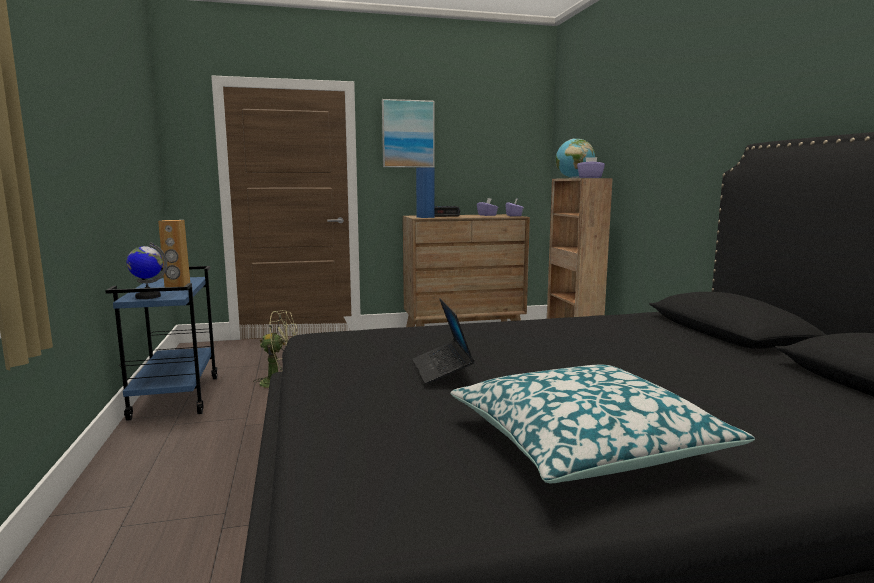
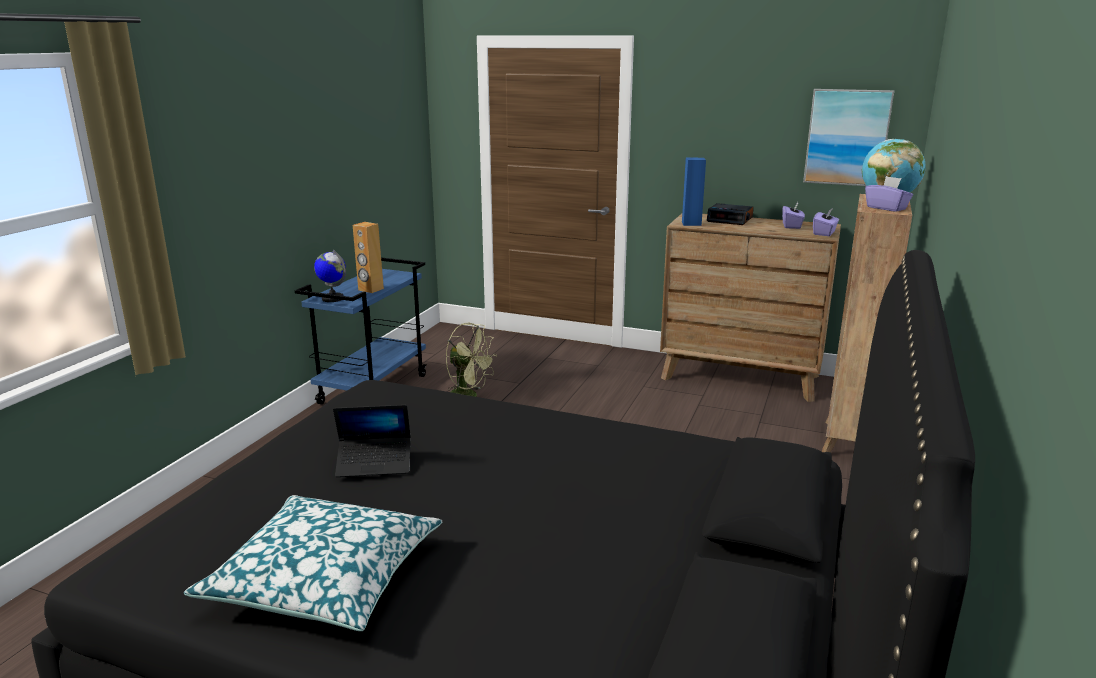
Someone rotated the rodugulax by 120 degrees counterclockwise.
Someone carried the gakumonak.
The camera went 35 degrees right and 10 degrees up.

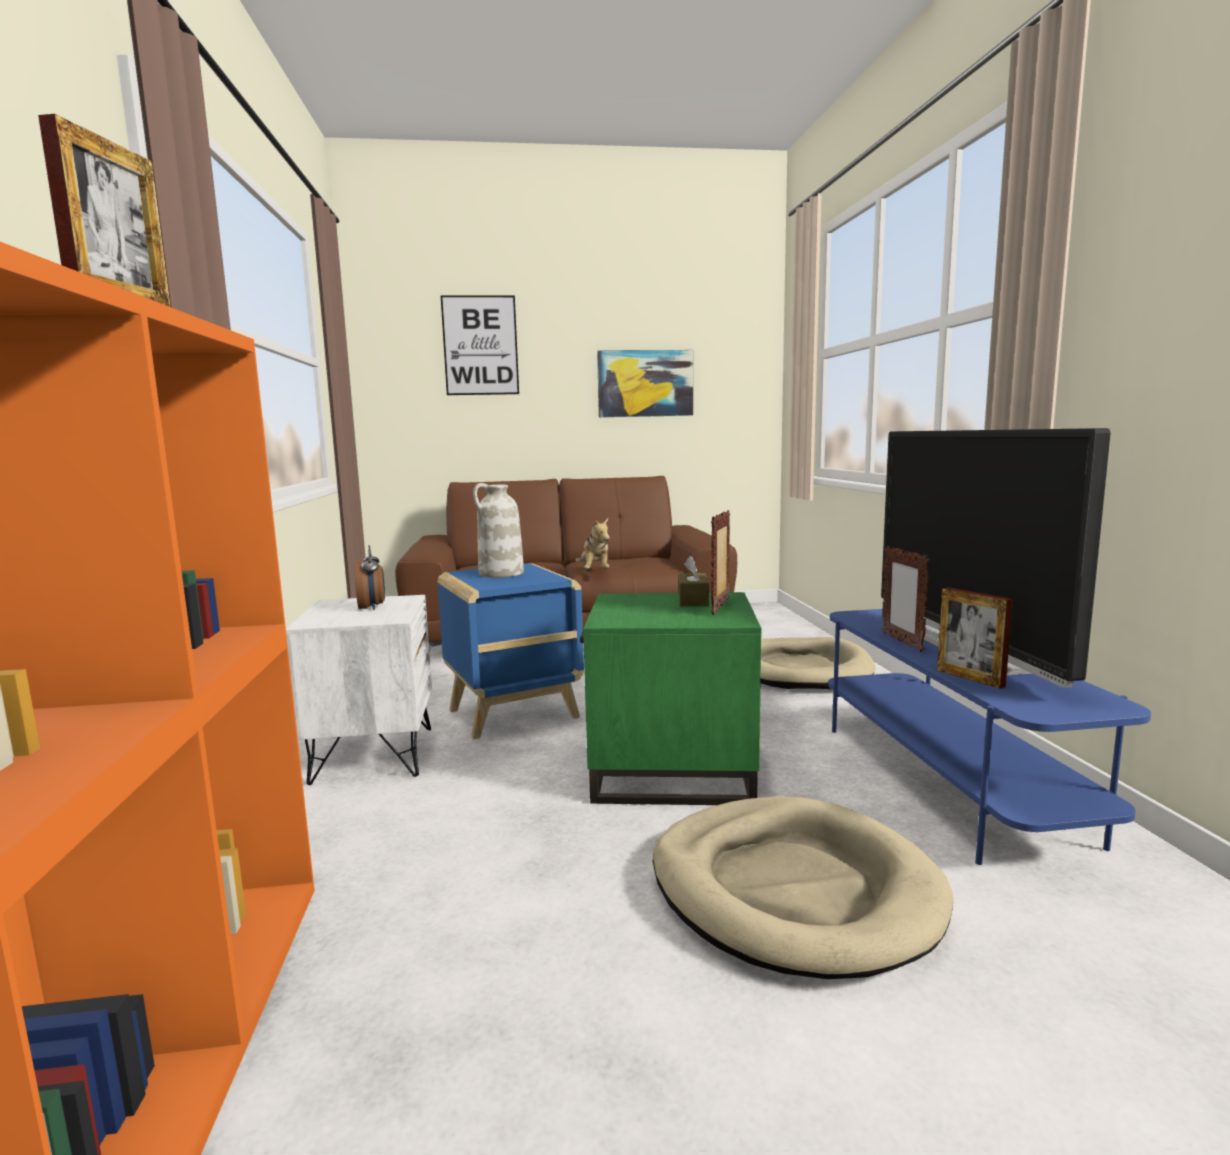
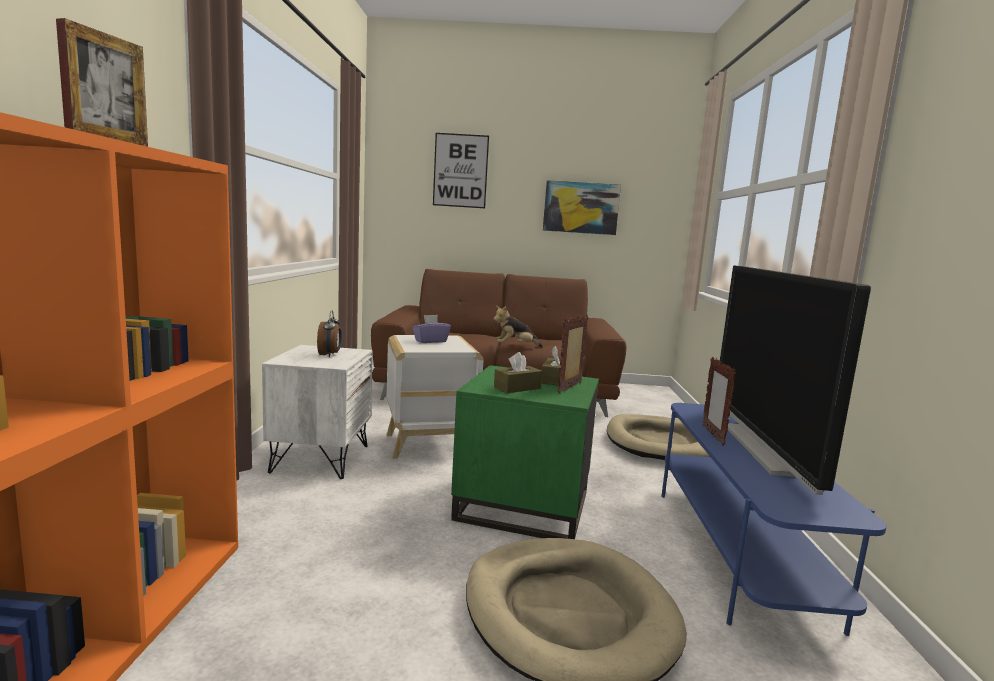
Someone repainted the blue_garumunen, which became the white_garumunen.
Someone swapped the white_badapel for the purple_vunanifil.
Someone rotated the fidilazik by 75 degrees clockwise.
Someone put down the brown_vunanifil (1st from left).
Someone took away the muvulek (4th from left).
The camera went 10 degrees right and 0 degrees up.

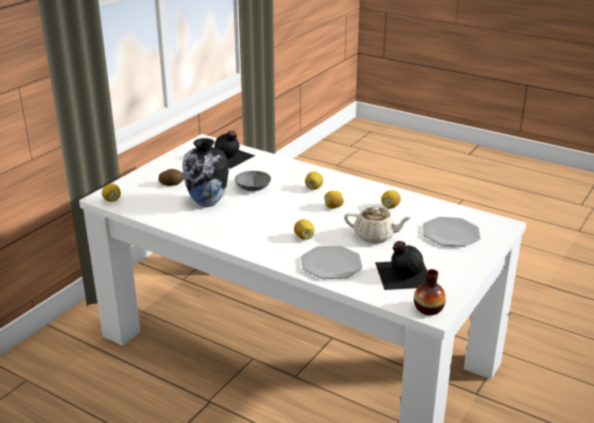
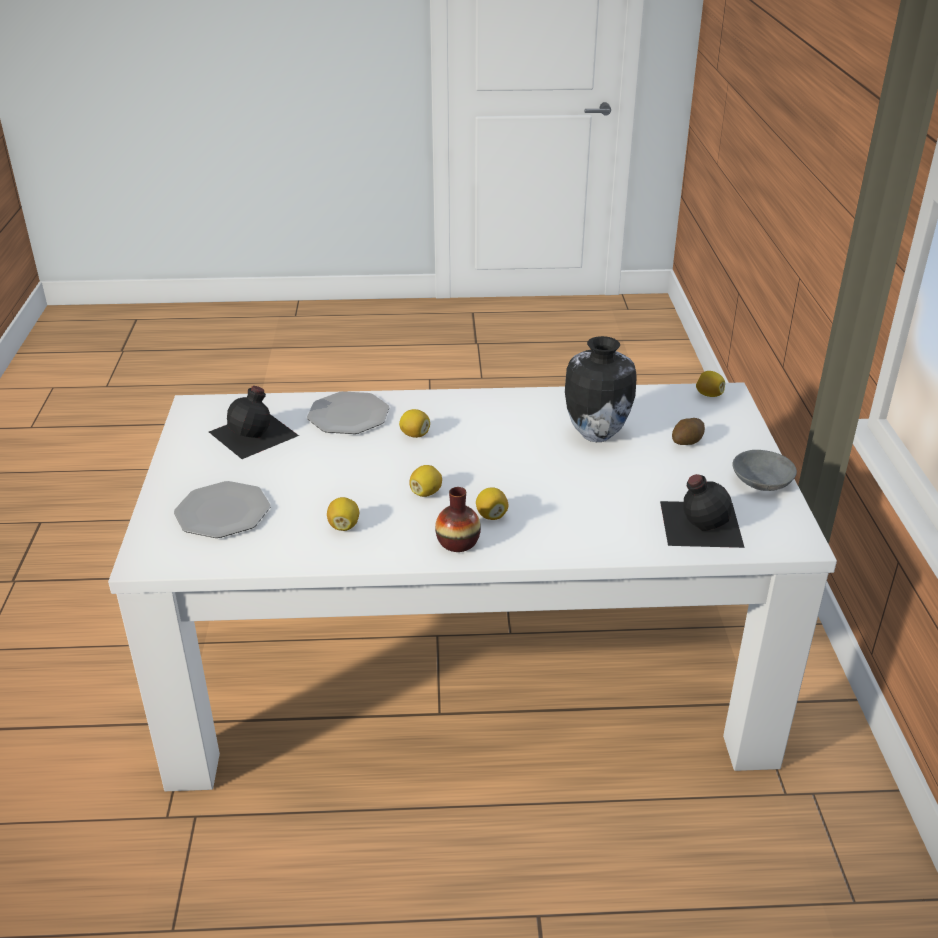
Someone carried the badapel (2nd from left in the first image).
Someone carried the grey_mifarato.
Someone took away the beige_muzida.
The camera went 145 degrees right and 5 degrees up.

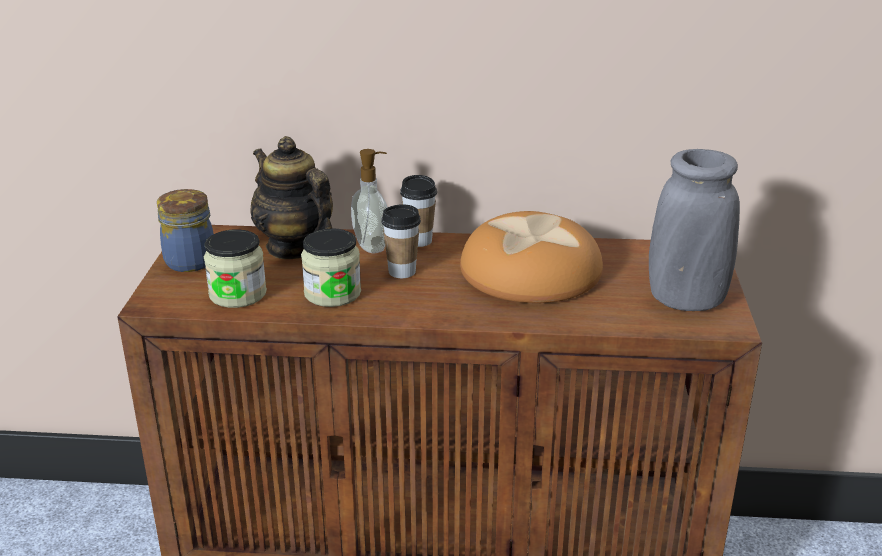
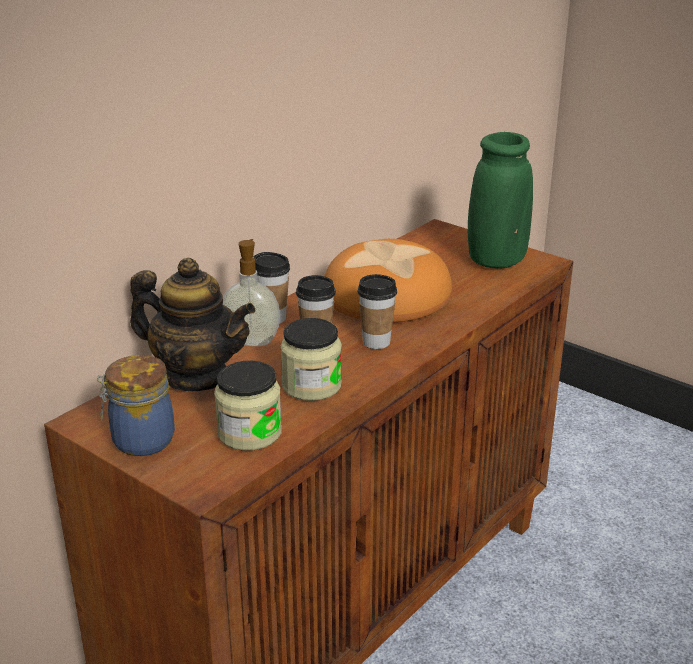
Someone rotated the muzida by 150 degrees counterclockwise.
Someone put down the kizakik (3rd from left).
Someone repainted the grey_badapel, which became the green_badapel.
The camera went 55 degrees left and 0 degrees up.

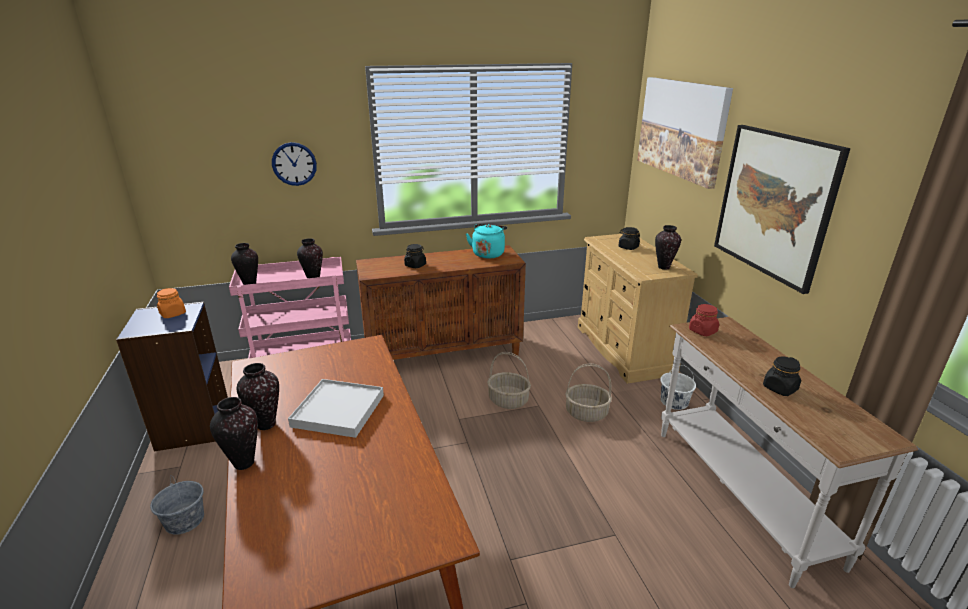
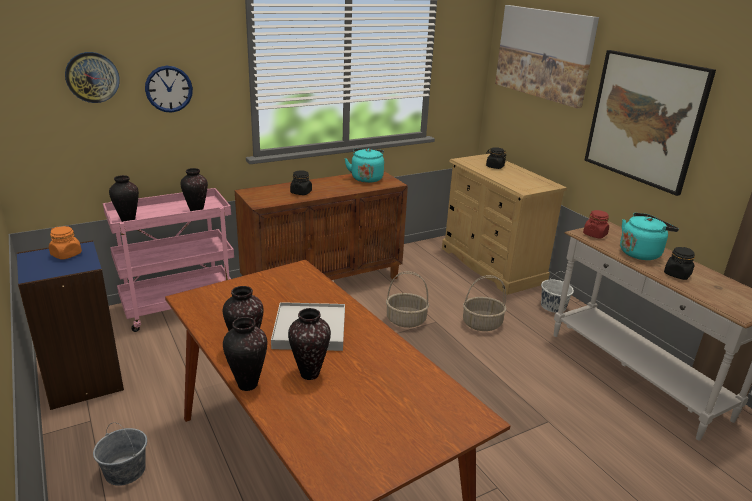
Someone put up the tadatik (1st from left).
Someone carried the badapel (5th from left).
Someone put down the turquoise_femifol (2nd from left).
The camera went 15 degrees left and 0 degrees up.

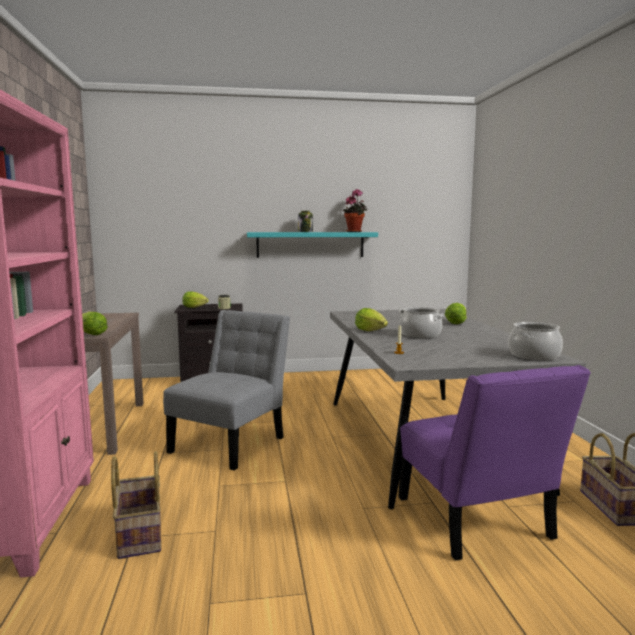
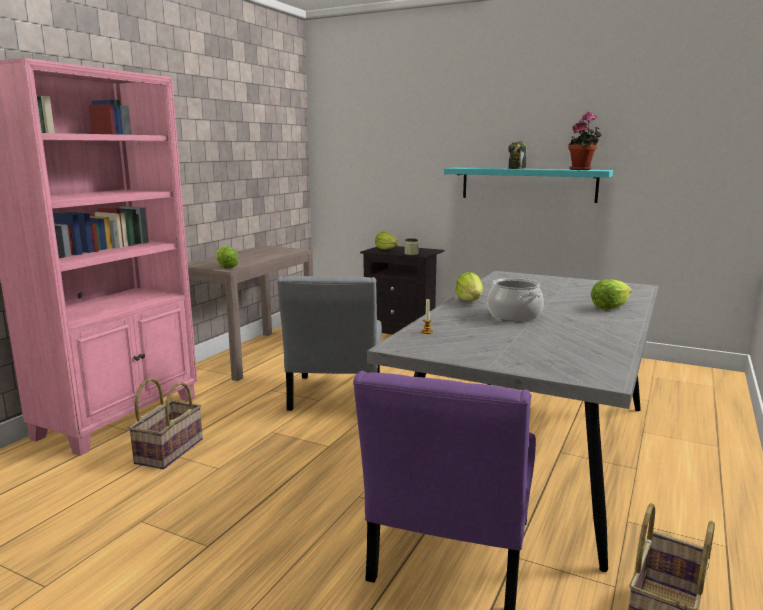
Someone rotated the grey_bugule by 120 degrees clockwise.
Someone took away the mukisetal (2nd from left).
The camera went 35 degrees right and 5 degrees up.

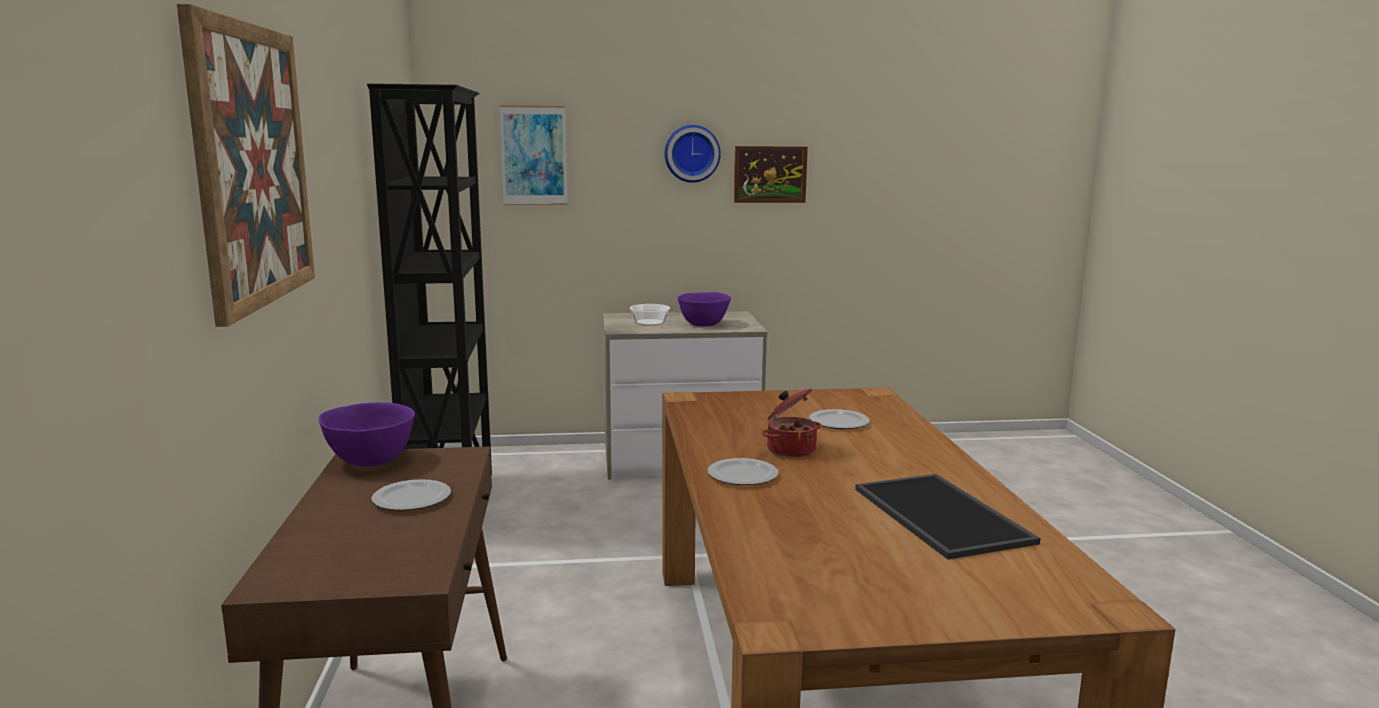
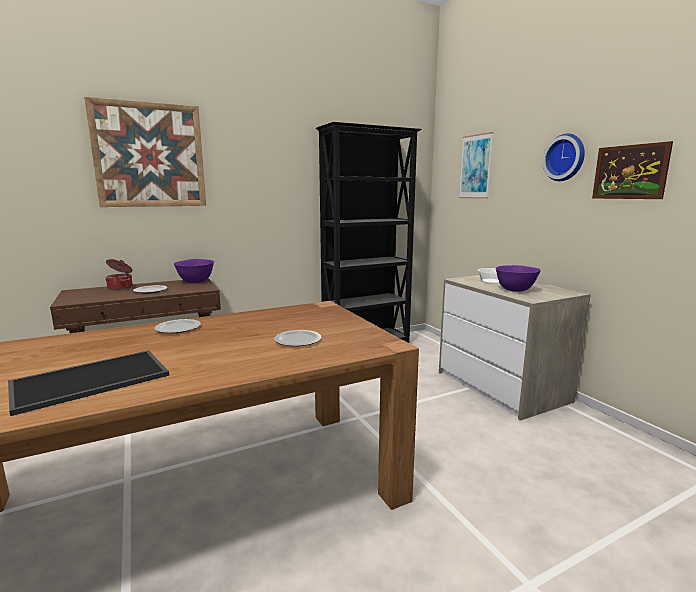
Someone carried the mukisetal.
The camera went 70 degrees right and 0 degrees up.

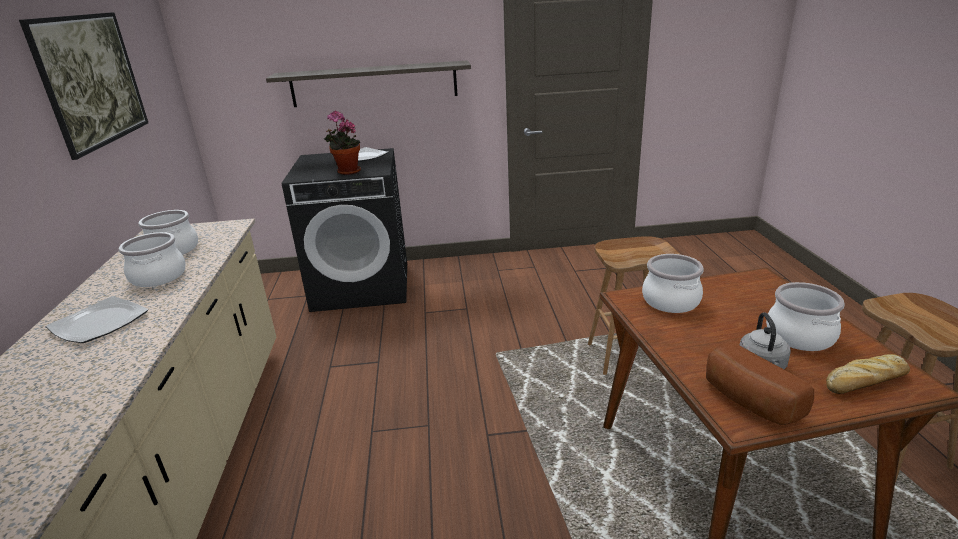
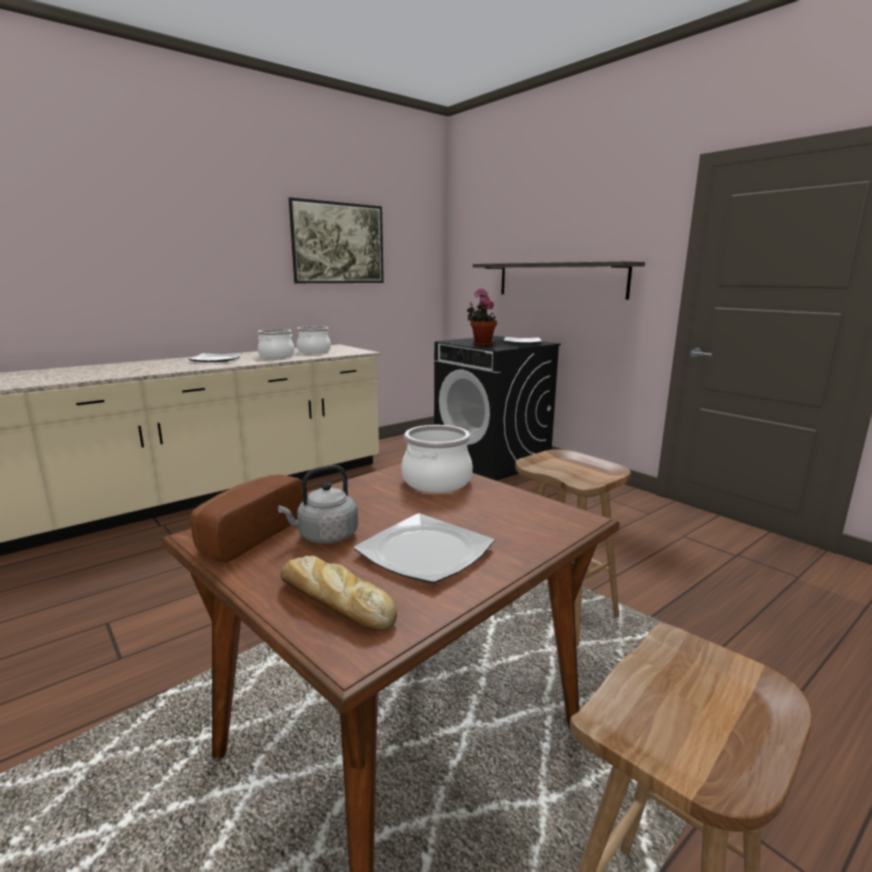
Someone swapped the mukisetal (4th from left) for the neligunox (2nd from left).
The camera went 55 degrees right and 10 degrees down.

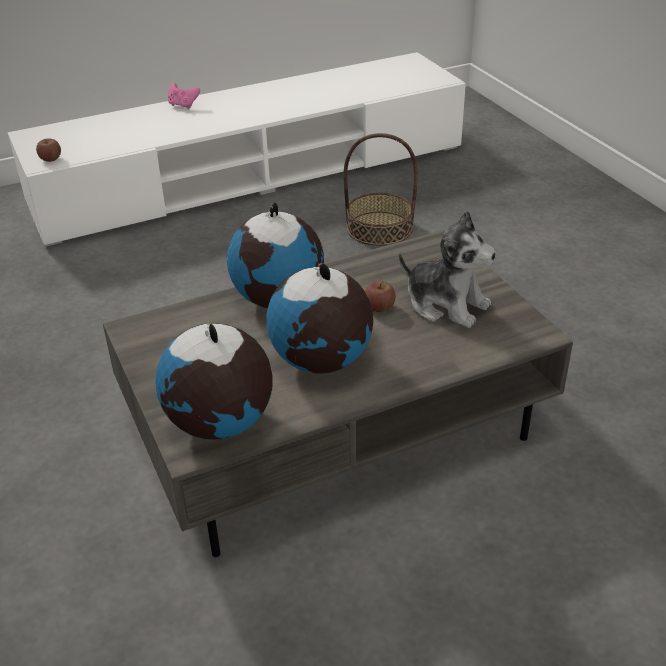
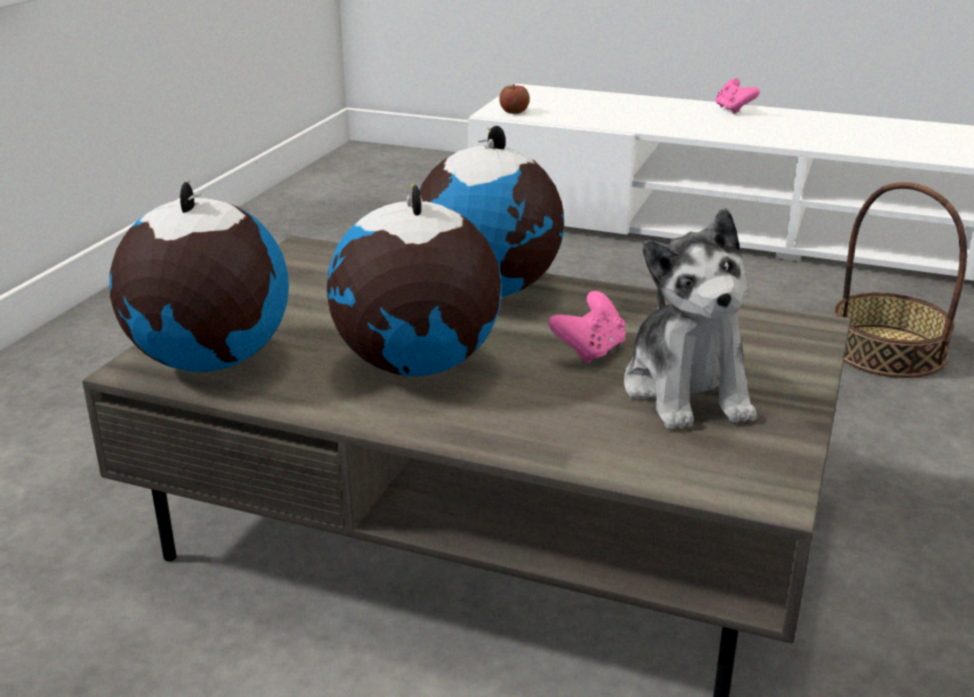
Someone swapped the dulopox (2nd from left) for the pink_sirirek (1st from left).
The camera went 45 degrees right and 10 degrees down.

